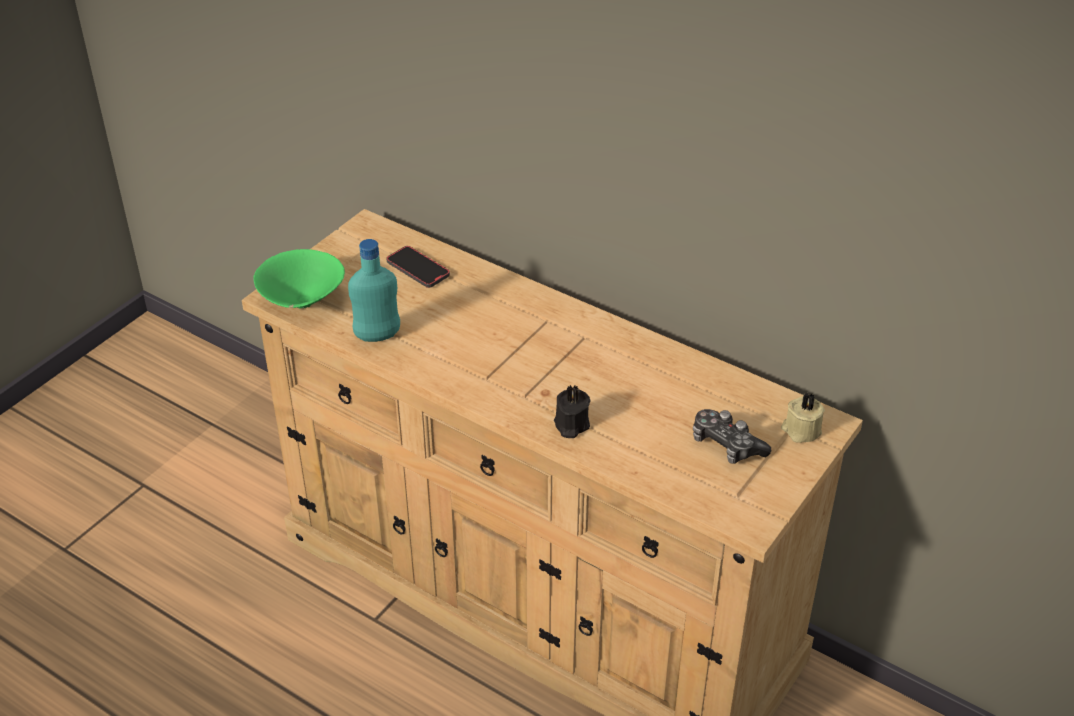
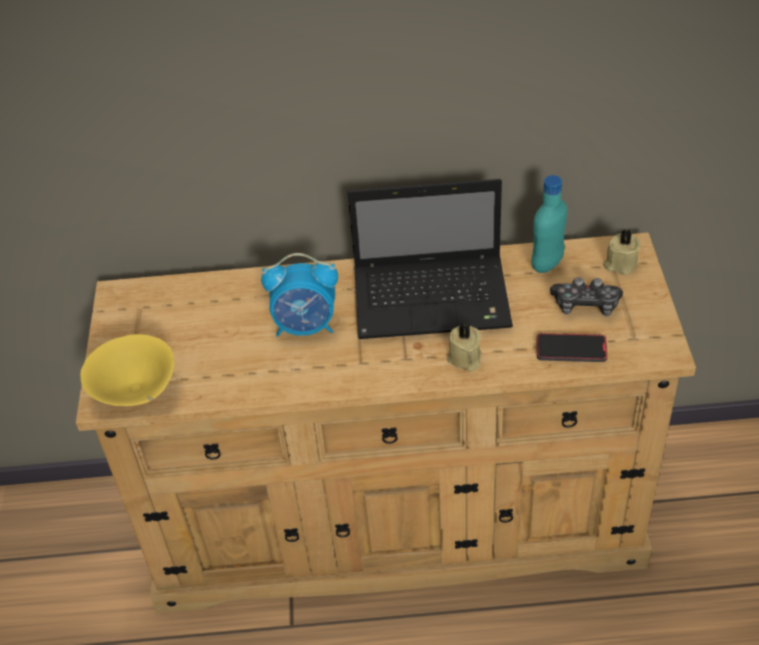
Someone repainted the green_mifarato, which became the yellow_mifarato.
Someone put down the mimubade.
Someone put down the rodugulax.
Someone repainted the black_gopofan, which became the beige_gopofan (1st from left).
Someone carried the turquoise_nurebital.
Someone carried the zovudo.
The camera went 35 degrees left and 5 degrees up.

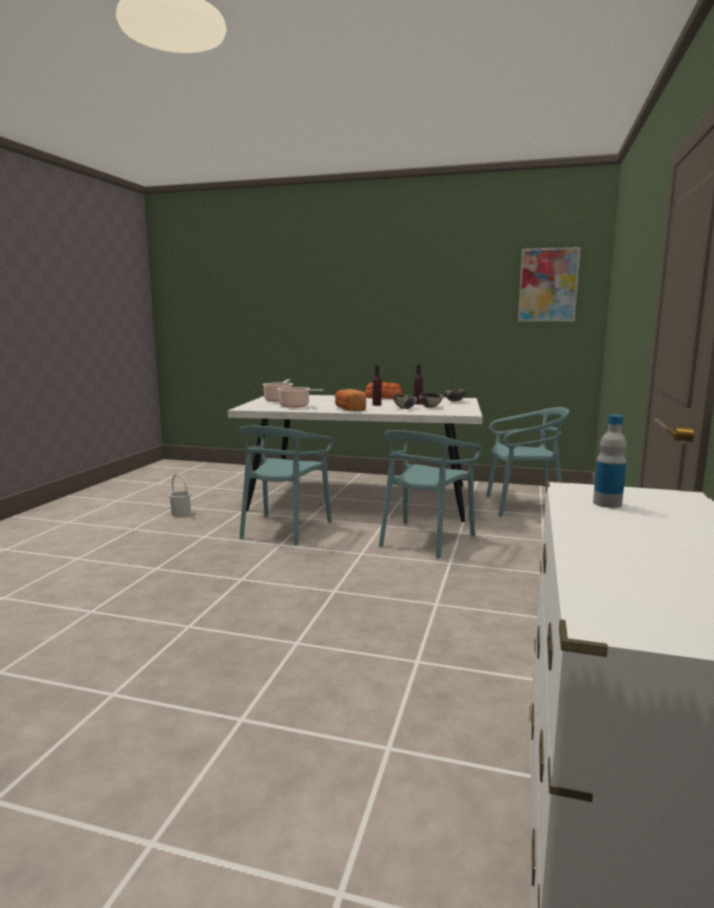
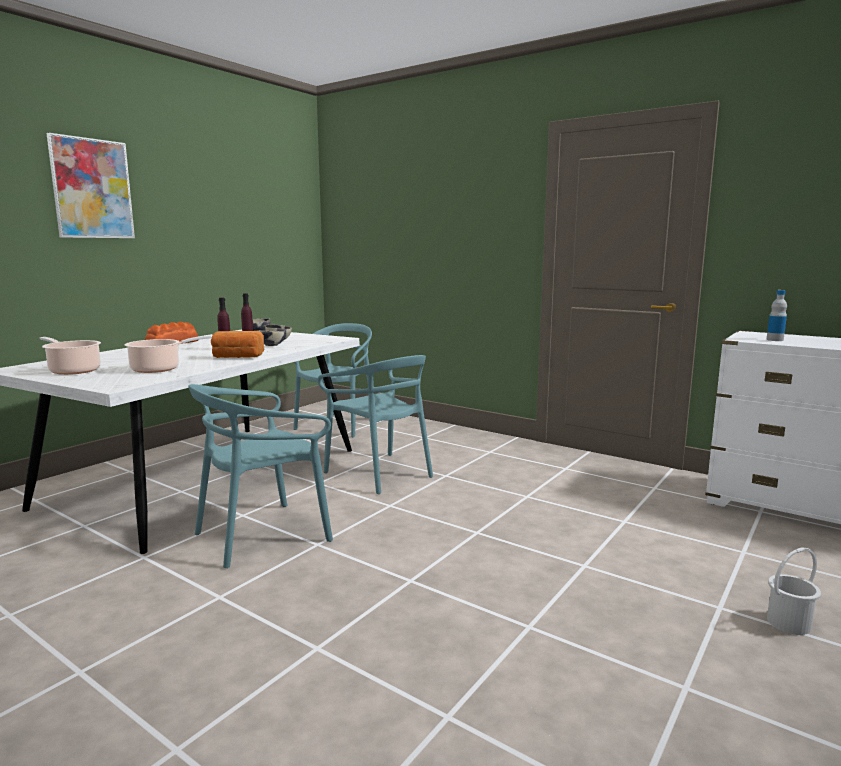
Someone carried the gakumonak.
Someone rotated the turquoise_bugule (1st from left) by 105 degrees clockwise.
Someone carried the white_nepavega.
The camera went 70 degrees left and 0 degrees up.

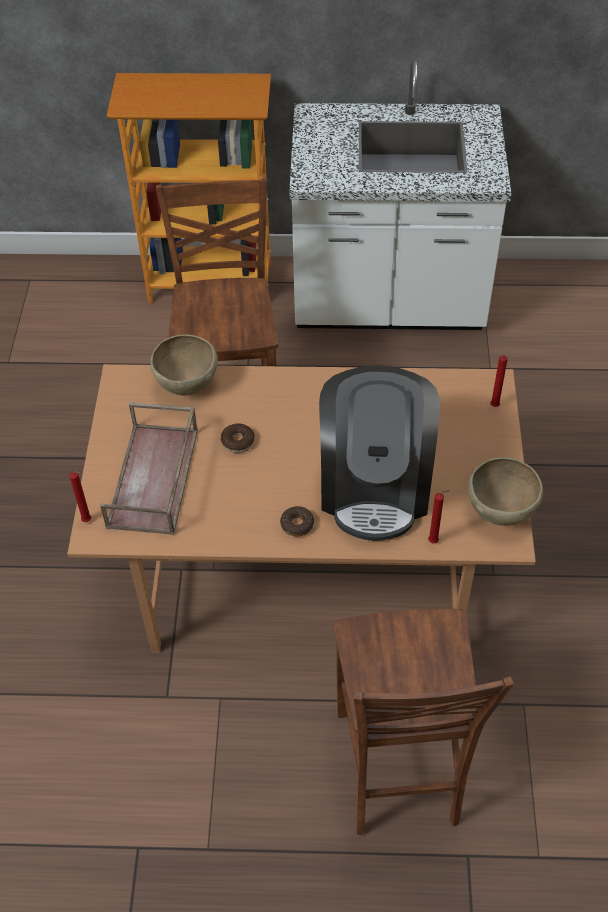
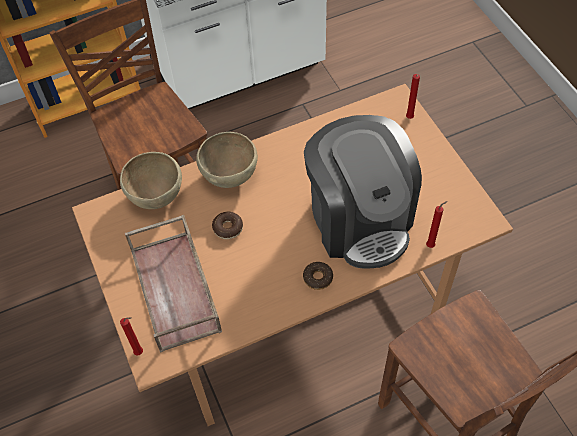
Someone carried the brown_mifarato (2nd from left).
The camera went 25 degrees left and 5 degrees up.

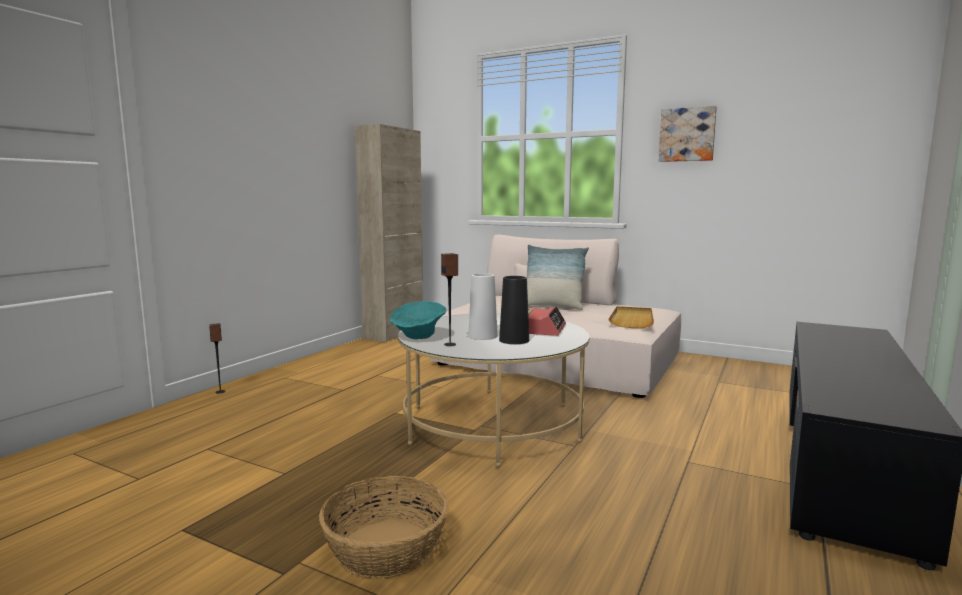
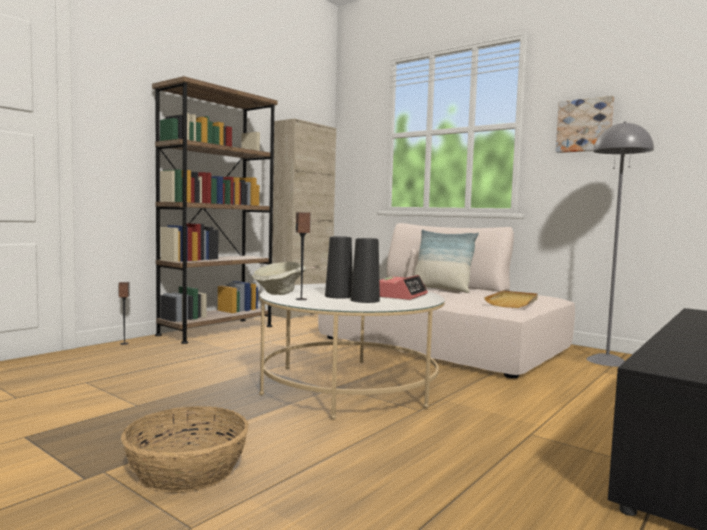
Someone put down the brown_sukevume.
Someone repainted the turquoise_mifarato, which became the beige_mifarato.
Someone repainted the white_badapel, which became the black_badapel (1st from left).
Someone put down the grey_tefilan.
The camera went 10 degrees right and 5 degrees down.

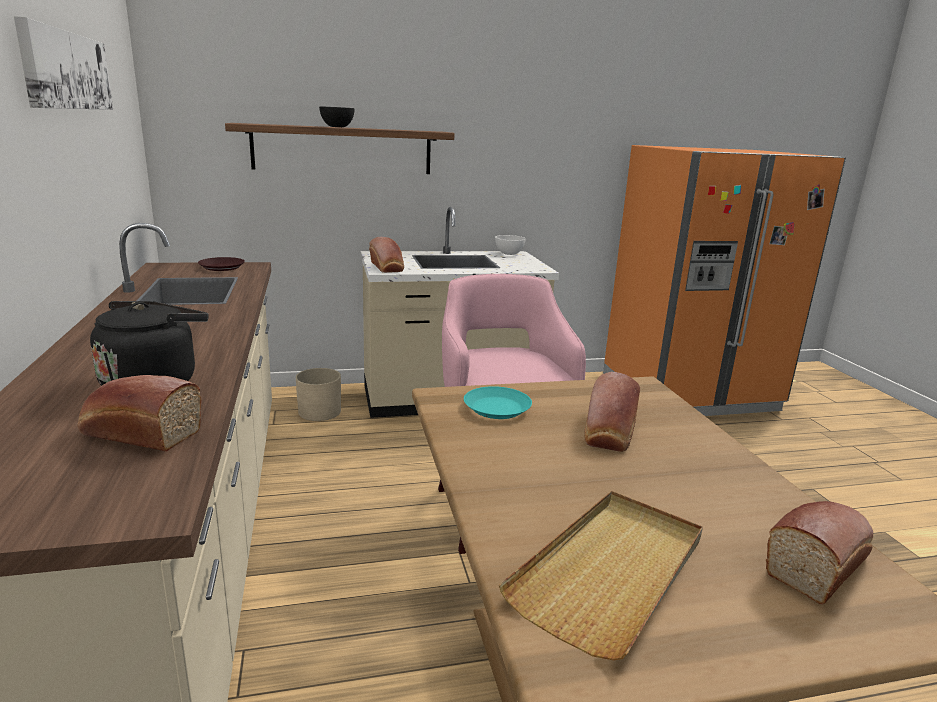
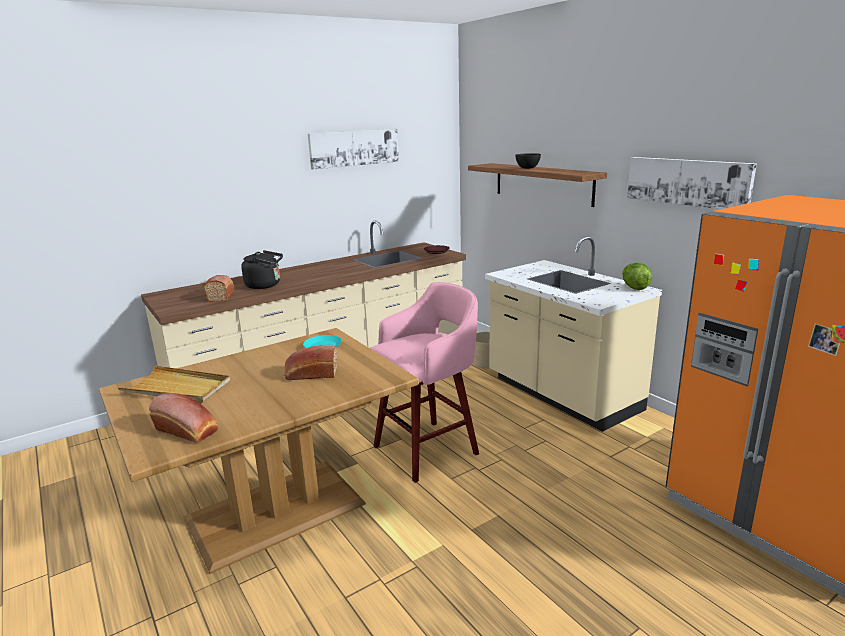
Someone swapped the white_mifarato for the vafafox.
Someone put up the gakumonak (2nd from left).
Someone took away the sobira (2nd from left).
The camera went 70 degrees right and 0 degrees up.

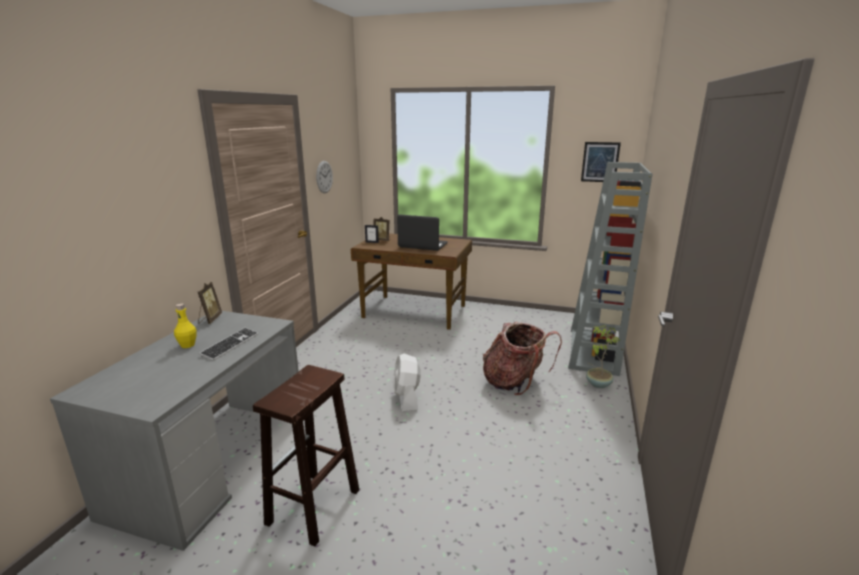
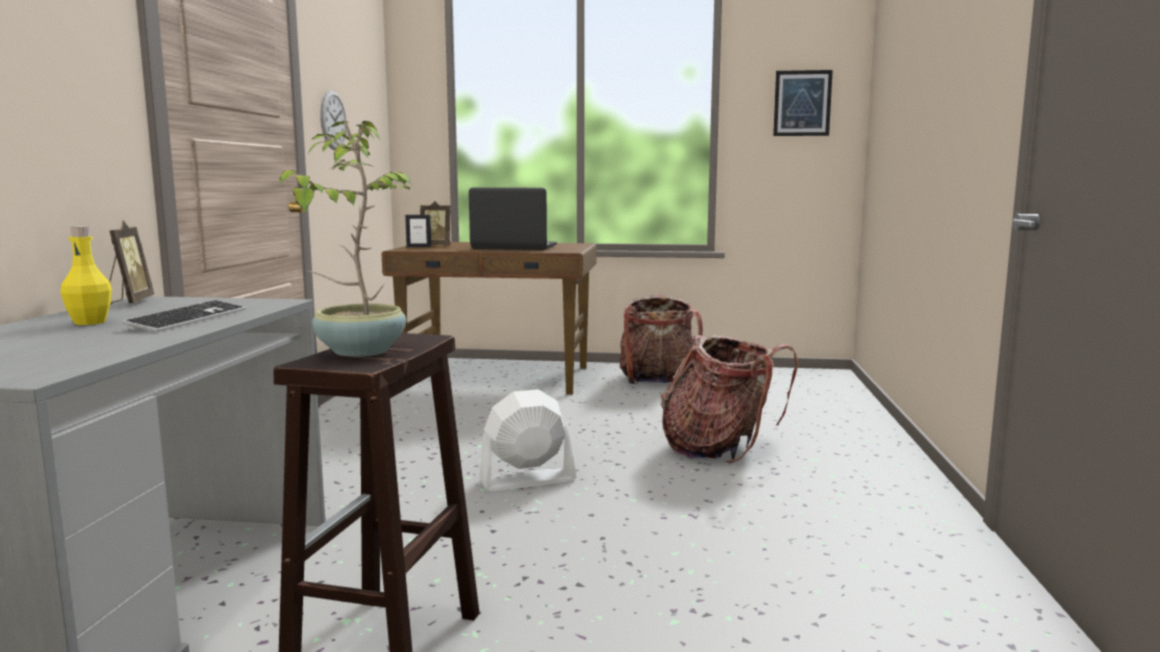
Someone carried the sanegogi.
Someone rotated the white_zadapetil by 90 degrees clockwise.
Someone put down the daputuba (1st from left).
Someone took away the grey_sukevume.
The camera went 10 degrees left and 10 degrees down.

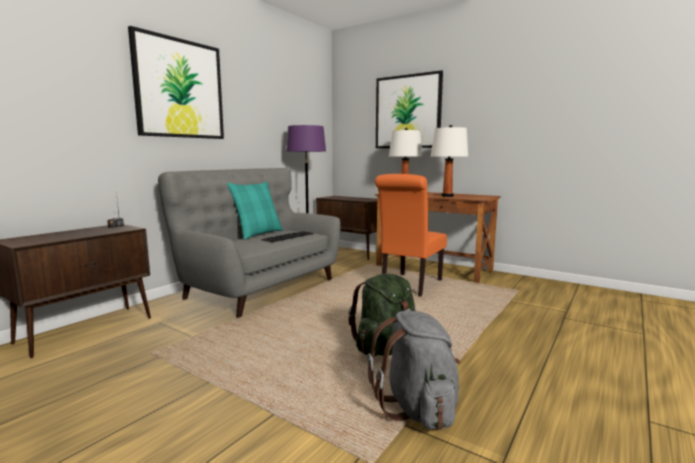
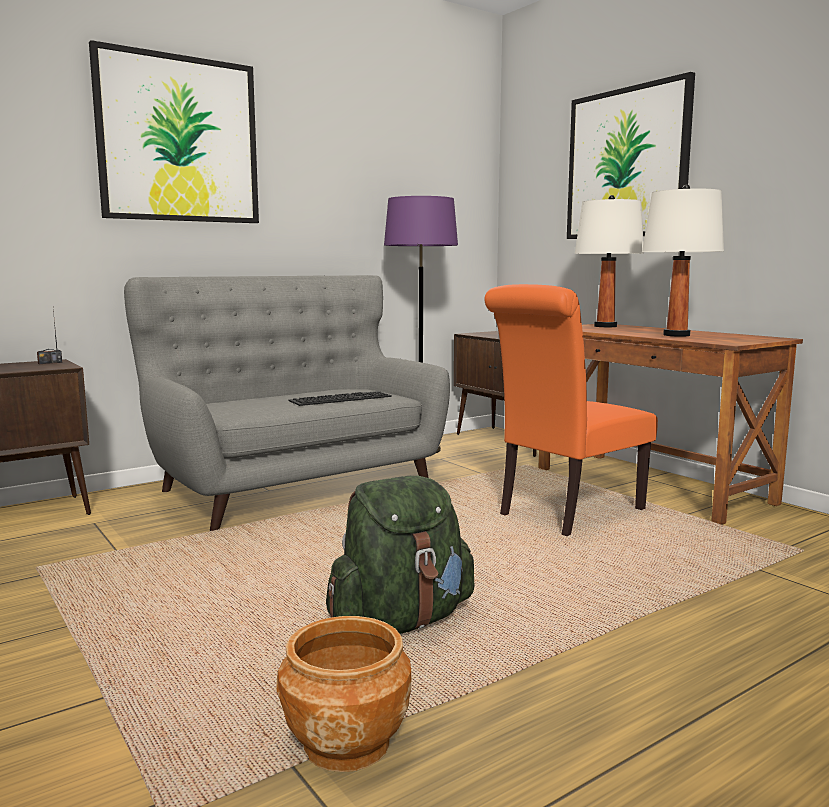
Someone swapped the grey_daputuba for the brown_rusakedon.
Someone took away the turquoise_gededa.
The camera went 20 degrees right and 0 degrees up.

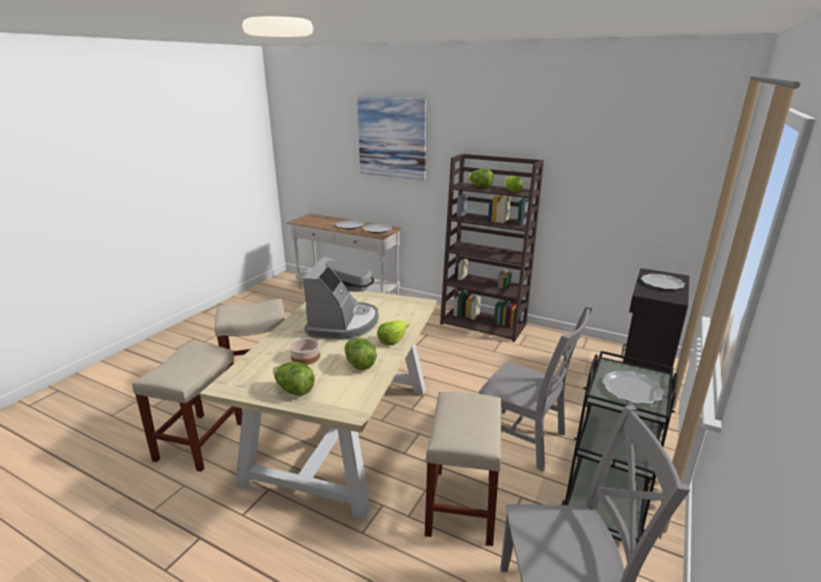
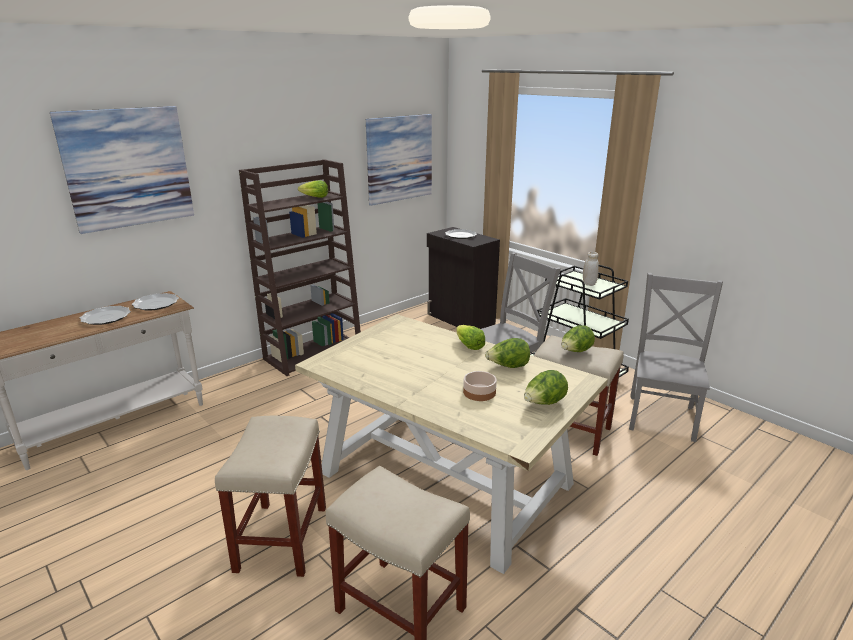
Someone put up the gakumonak (2nd from left).
Someone carried the vafafox (4th from left in the first image).
Someone swapped the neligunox (3rd from left) for the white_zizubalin.
Someone took away the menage.
The camera went 70 degrees left and 0 degrees up.

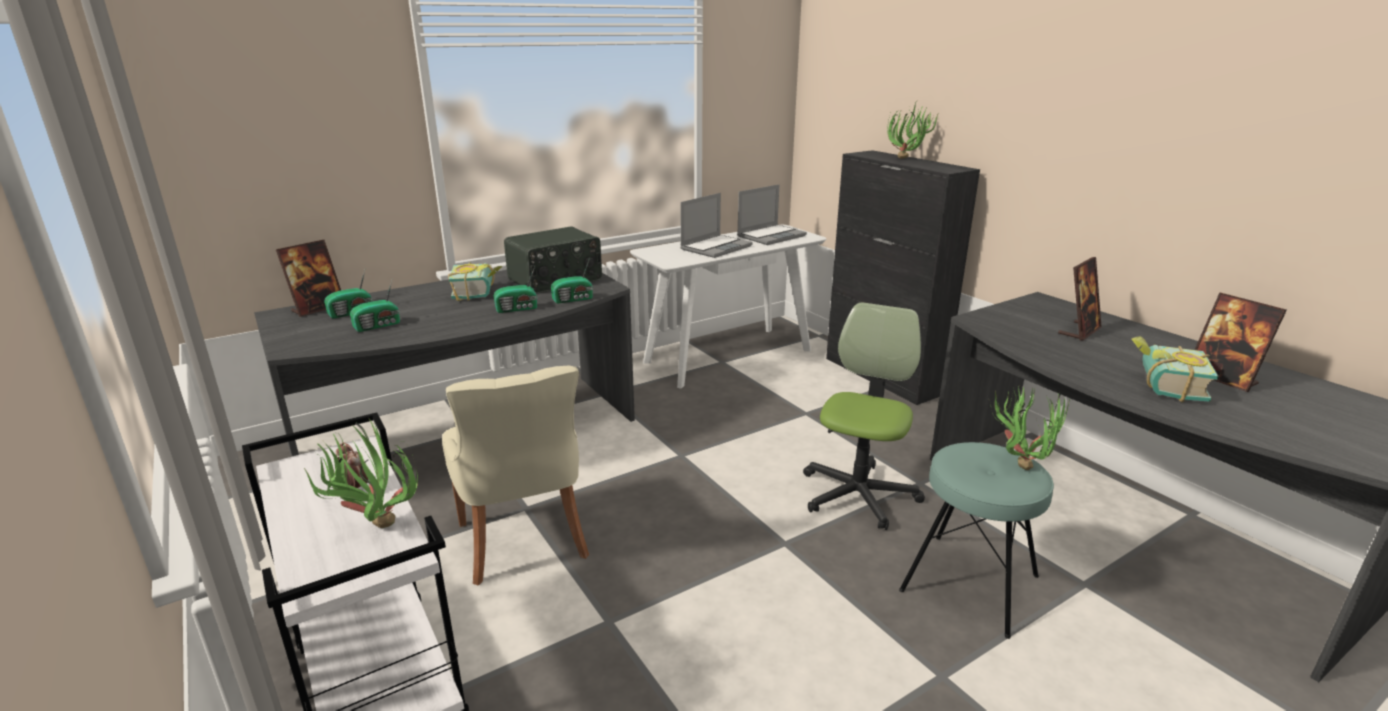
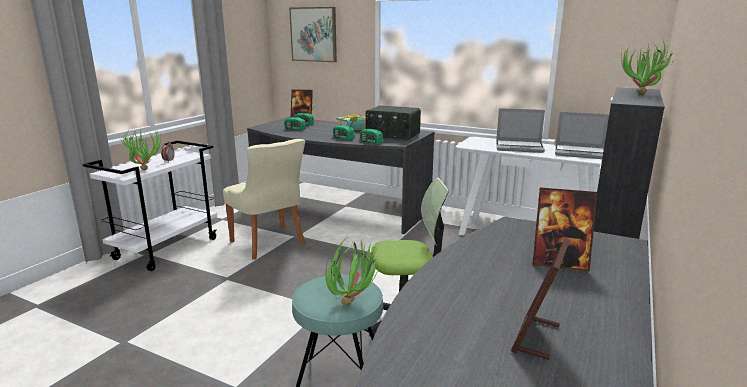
Someone rotated the beige_bugule by 75 degrees counterclockwise.
Someone put up the gakumonak.
Someone took away the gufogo (2nd from left).
The camera went 60 degrees right and 5 degrees down.

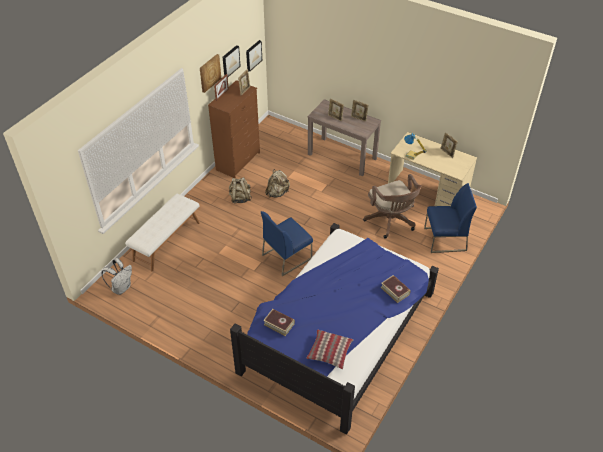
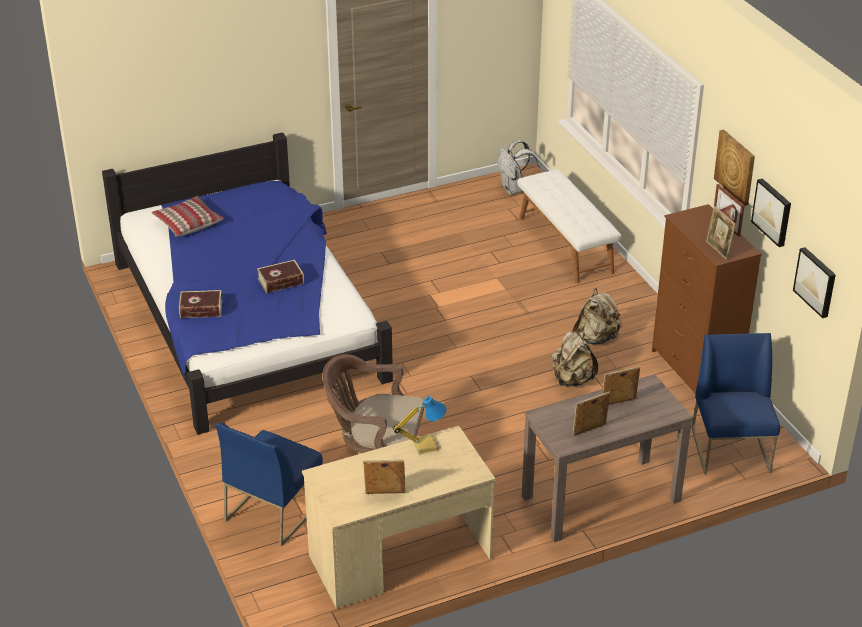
Someone carried the gufogo (1st from left in the first image).
Someone carried the blue_bugule (1st from left in the first image).
The camera went 125 degrees right and 10 degrees down.

